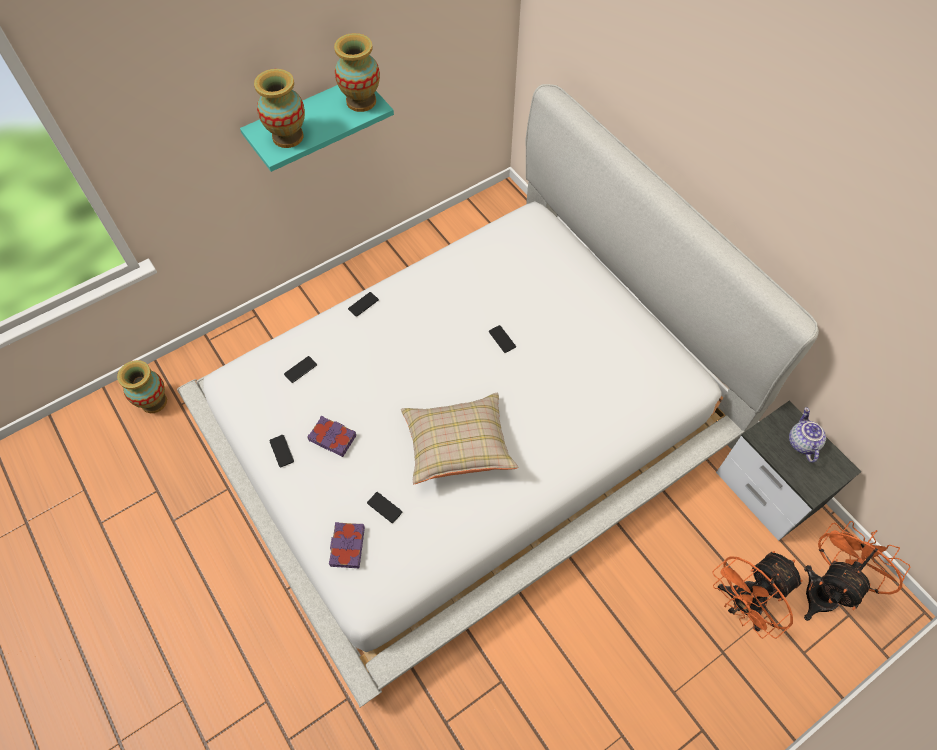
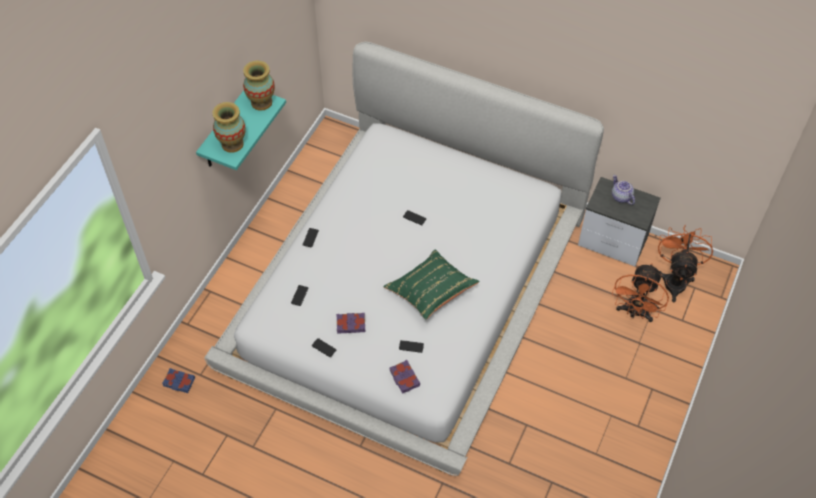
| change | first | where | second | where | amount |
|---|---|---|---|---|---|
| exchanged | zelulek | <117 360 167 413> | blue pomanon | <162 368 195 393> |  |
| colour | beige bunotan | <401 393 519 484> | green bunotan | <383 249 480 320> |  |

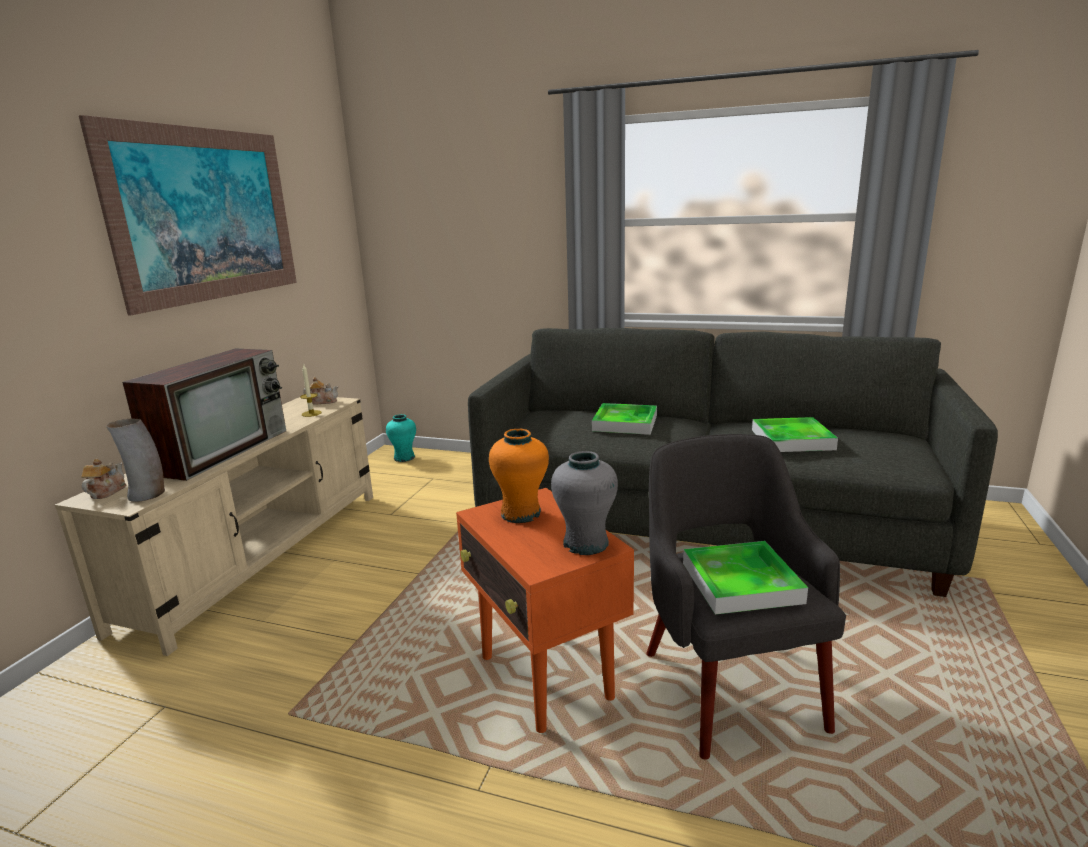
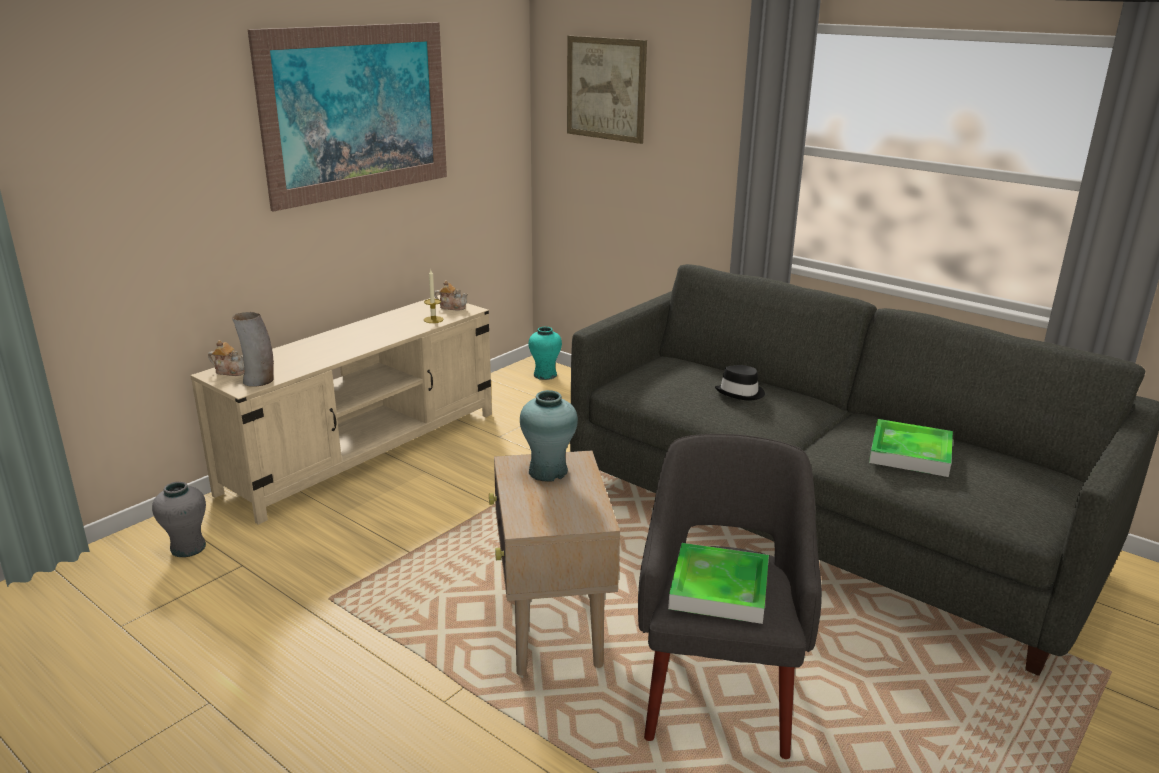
| change | first | where | second | where | amount |
|---|---|---|---|---|---|
| spun | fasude | <81 459 126 499> |  | <208 340 245 376> | 75 degrees clockwise |
| missing | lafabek | <122 349 286 481> |  |  |  |
| colour | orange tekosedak | <456 488 634 733> | beige tekosedak | <489 451 620 675> |  |
| colour | orange zelulek | <489 429 549 523> | turquoise zelulek | <520 390 578 482> |  |
| relocated | grey zelulek | <551 451 618 555> |  | <152 482 206 557> |  |
| exchanged | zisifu | <592 403 657 435> | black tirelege | <715 365 765 401> |  |
| appeared |  |  | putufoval | <567 36 647 144> |  |

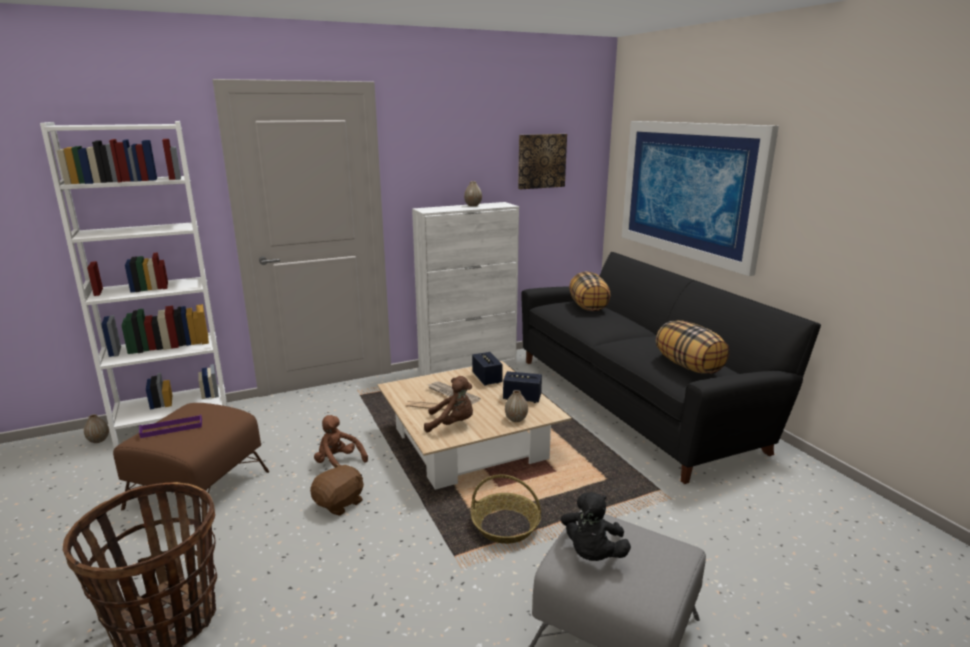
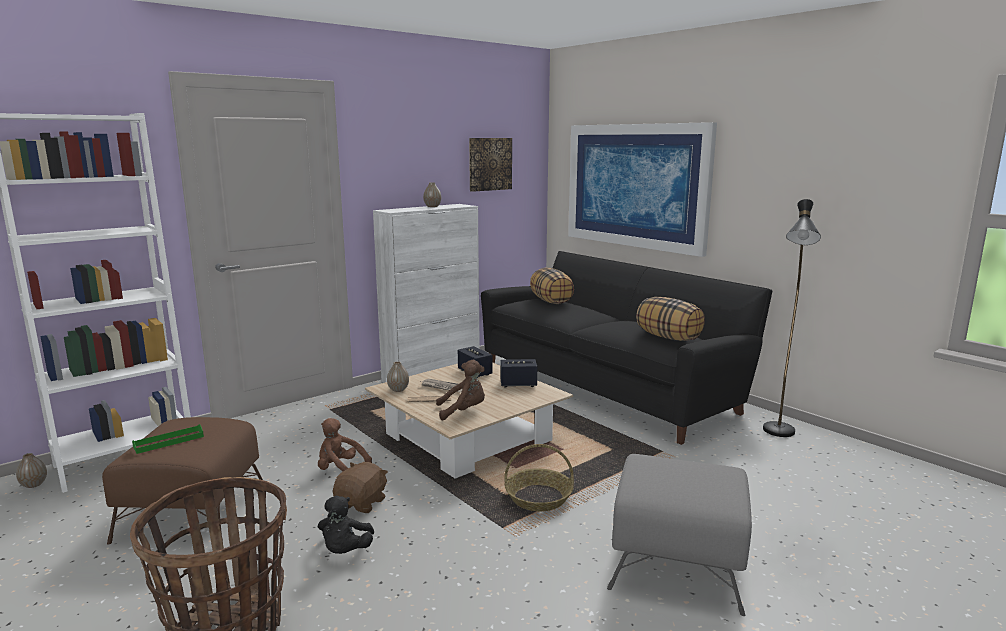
| change | first | where | second | where | amount |
|---|---|---|---|---|---|
| colour | purple zisifu | <139 415 202 438> | green zisifu | <132 424 204 454> |  |
| relocated | zelulek | <505 390 528 422> |  | <387 361 409 392> |  |
| relocated | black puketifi | <561 492 631 561> |  | <318 496 374 554> |  |
| appeared |  |  | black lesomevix | <763 199 821 437> |  |

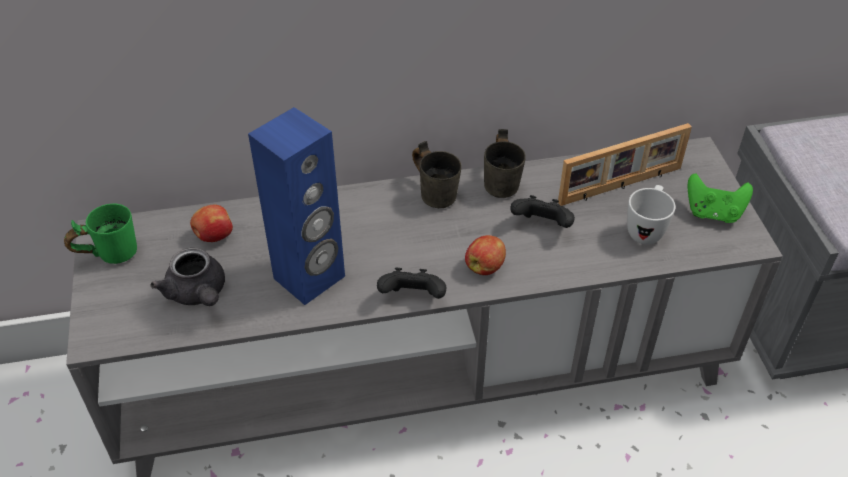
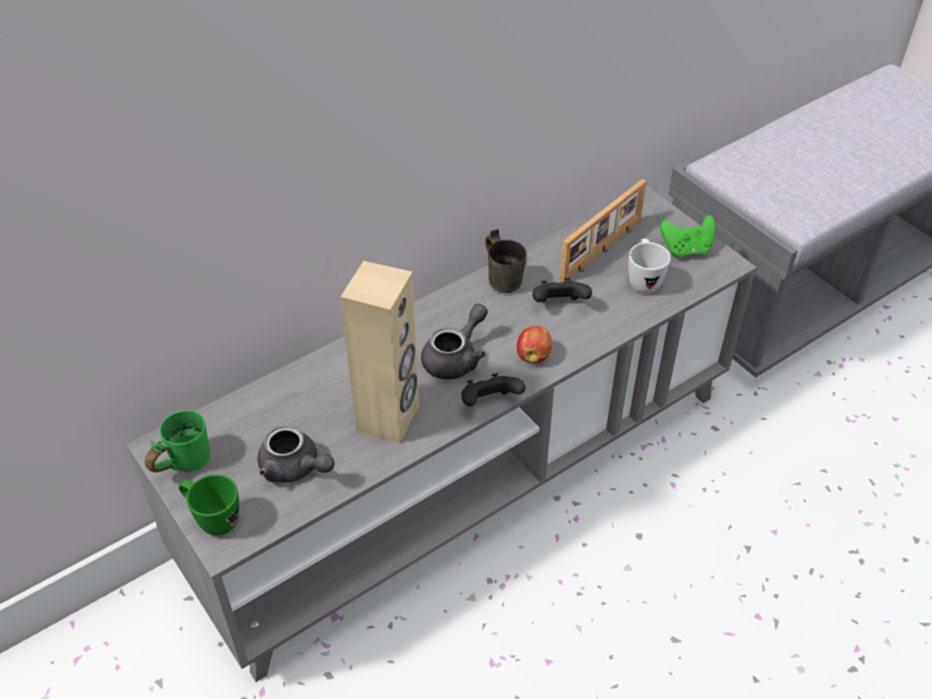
| change | first | where | second | where | amount |
|---|---|---|---|---|---|
| missing | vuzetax | <190 205 233 242> |  |  |  |
| colour | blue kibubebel | <248 107 345 305> | beige kibubebel | <340 261 419 443> |  |
| missing | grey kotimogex | <412 141 462 208> |  |  |  |
| appeared |  |  | green kotimogex | <179 474 239 536> |  |
| appeared |  |  | grey fasude | <421 304 488 380> |  |

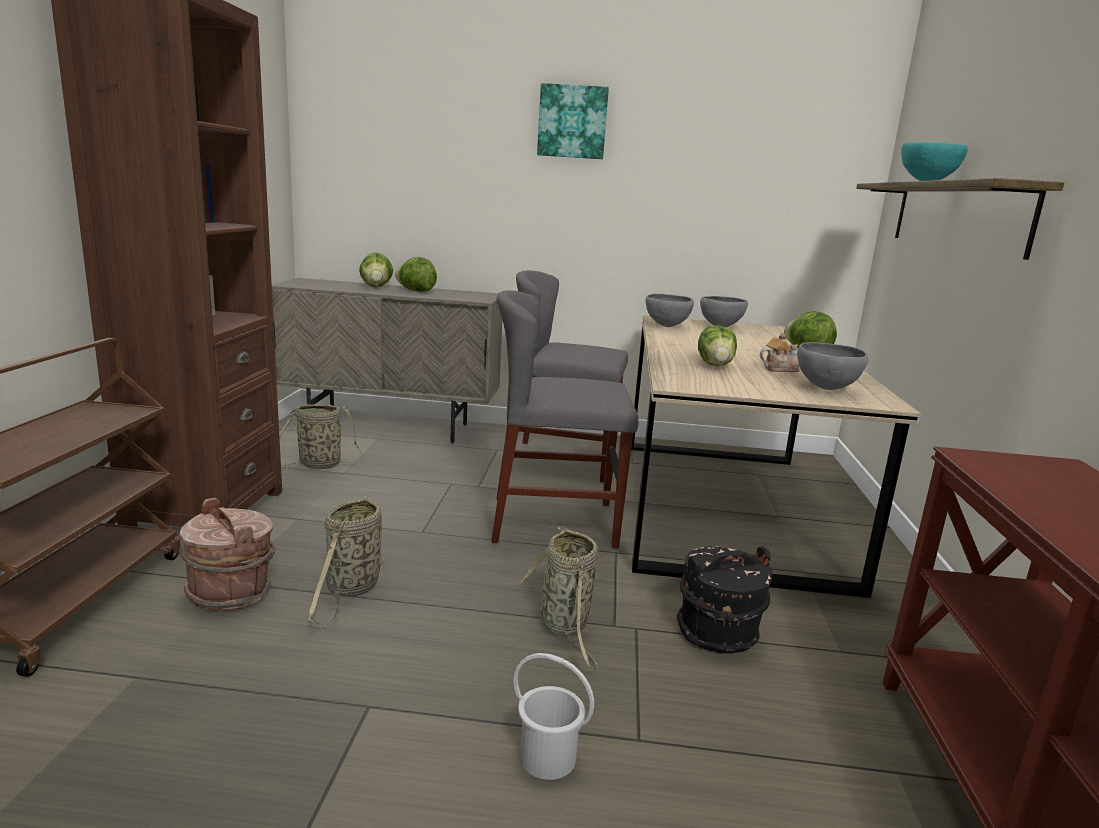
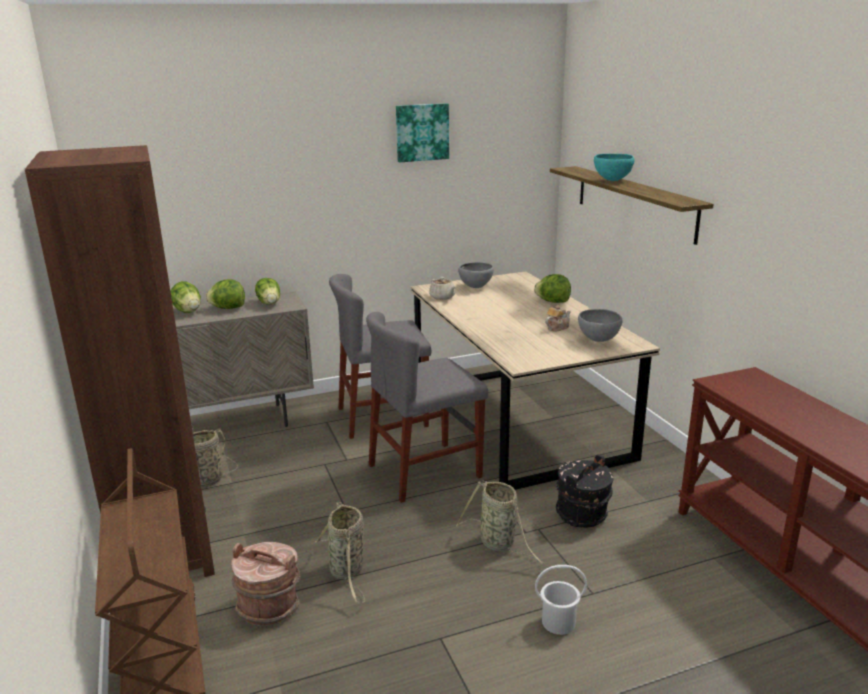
| change | first | where | second | where | amount |
|---|---|---|---|---|---|
| relocated | putufoval | <537 83 609 159> |  | <396 103 449 162> |  |
| exchanged | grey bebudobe | <645 294 694 327> | beige fasude | <429 277 456 300> |  |
| relocated | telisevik | <698 325 737 366> |  | <255 278 280 305> |  |

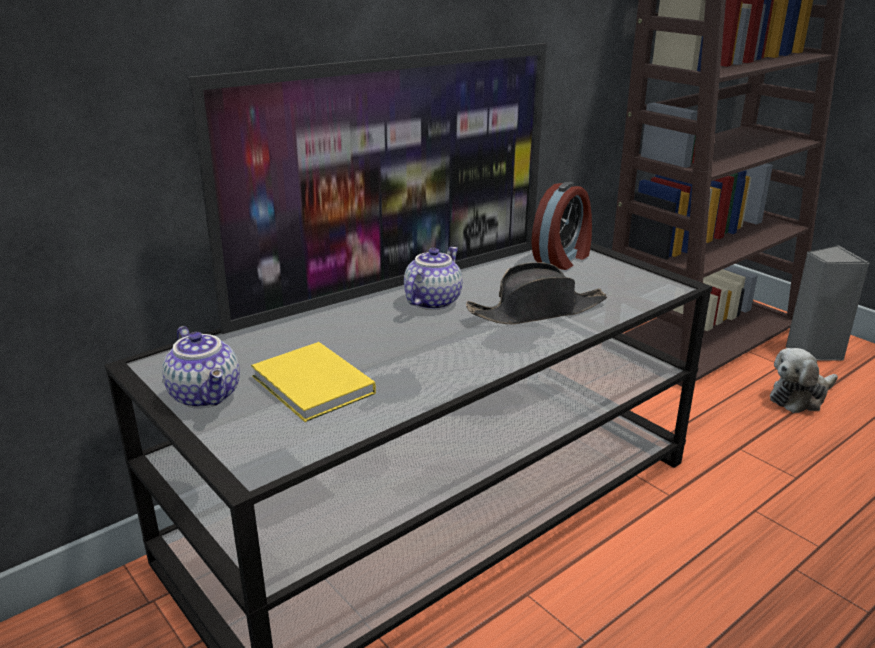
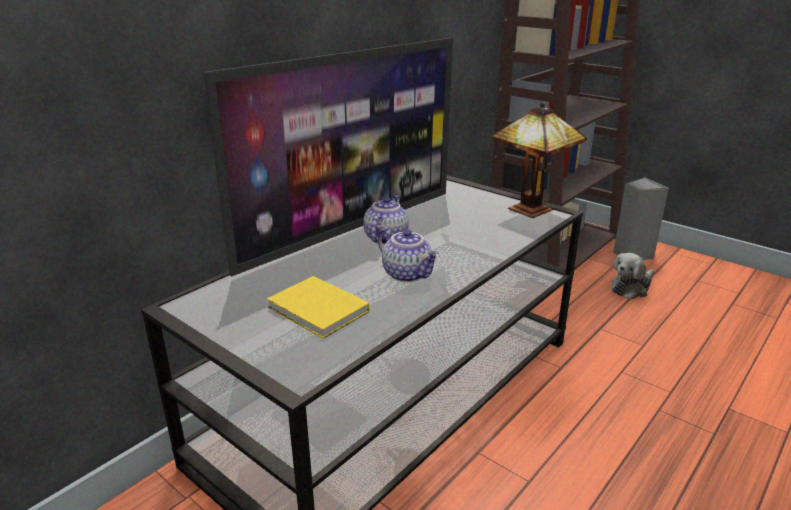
| change | first | where | second | where | amount |
|---|---|---|---|---|---|
| relocated | fasude | <162 326 240 409> |  | <378 228 440 283> |  |
| missing | black tirelege | <466 262 607 324> |  |  |  |
| missing | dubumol | <531 182 592 270> |  |  |  |
| appeared |  |  | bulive | <491 103 587 218> |  |

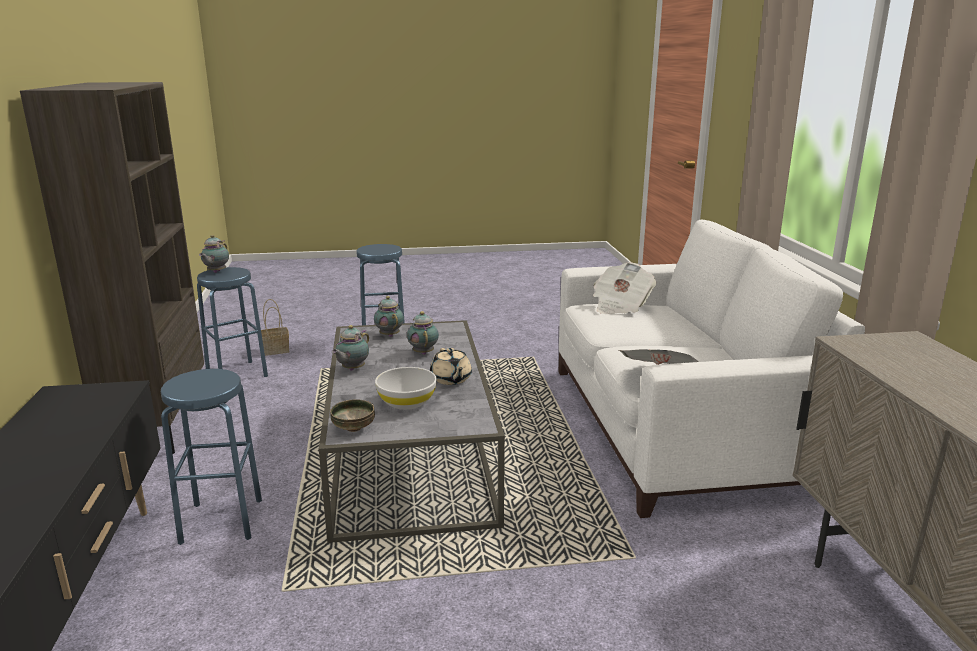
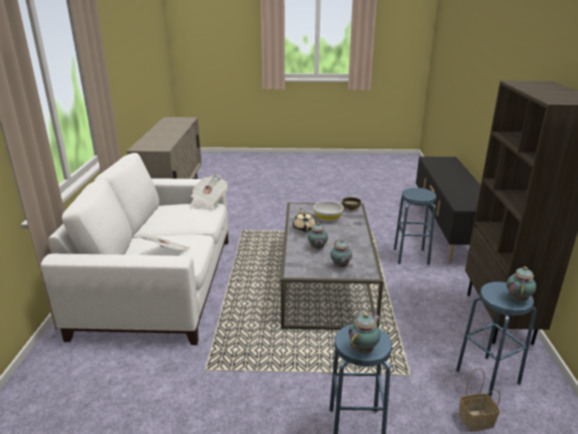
| change | first | where | second | where | amount |
|---|---|---|---|---|---|
| relocated | fasude | <332 325 369 371> |  | <349 313 380 353> |  |

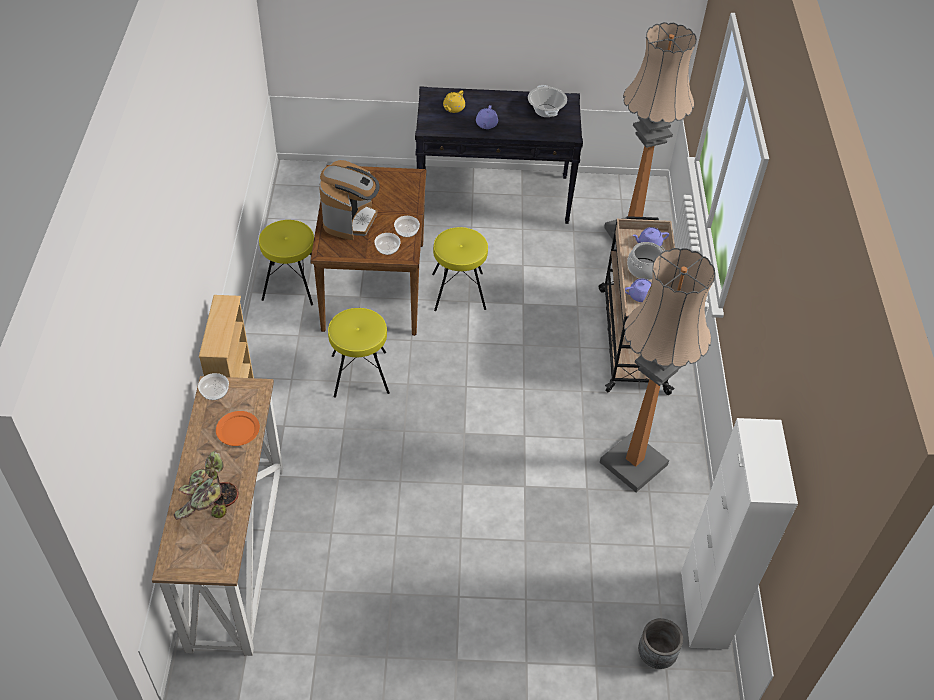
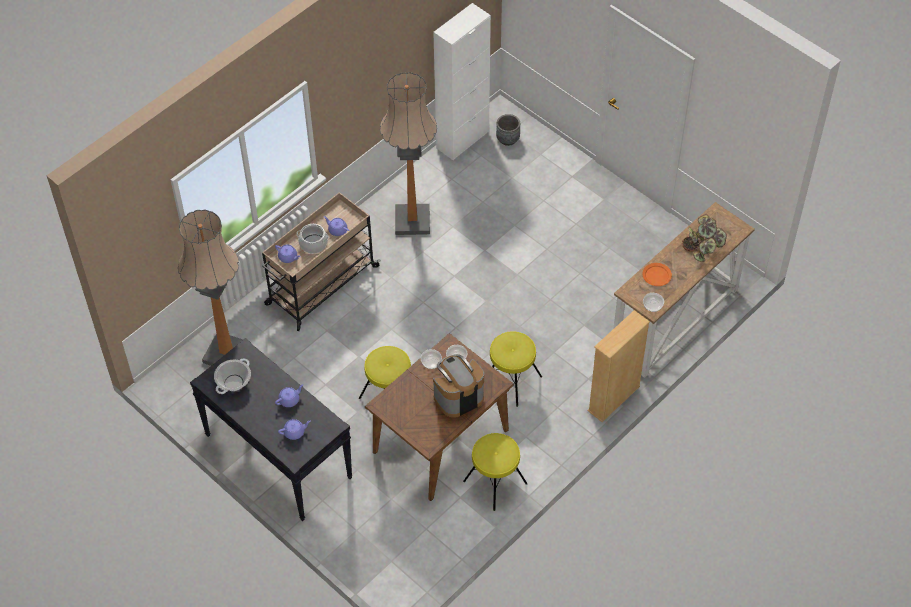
| change | first | where | second | where | amount |
|---|---|---|---|---|---|
| colour | yellow fasude | <443 90 465 113> | purple fasude | <278 419 311 440> |  |

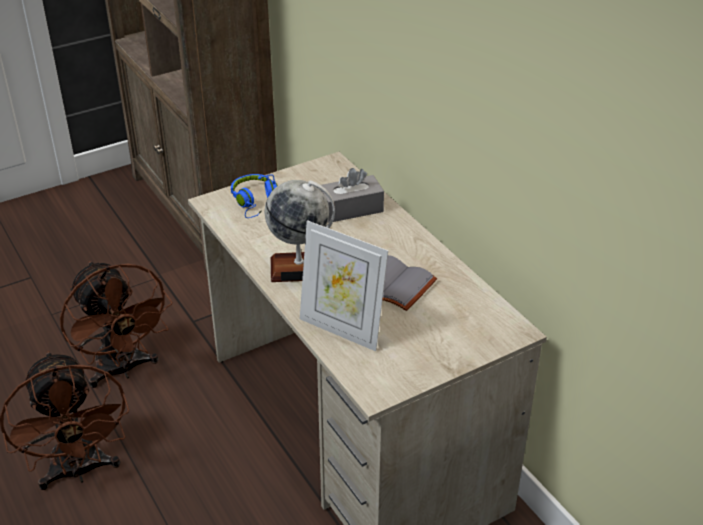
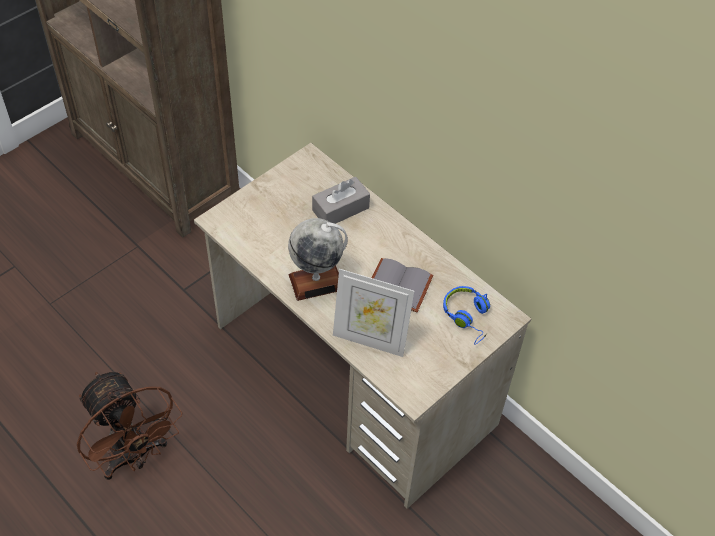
| change | first | where | second | where | amount |
|---|---|---|---|---|---|
| missing | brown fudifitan | <60 261 173 388> |  |  |  |
| relocated | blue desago | <231 174 278 218> |  | <443 286 490 344> |  |

